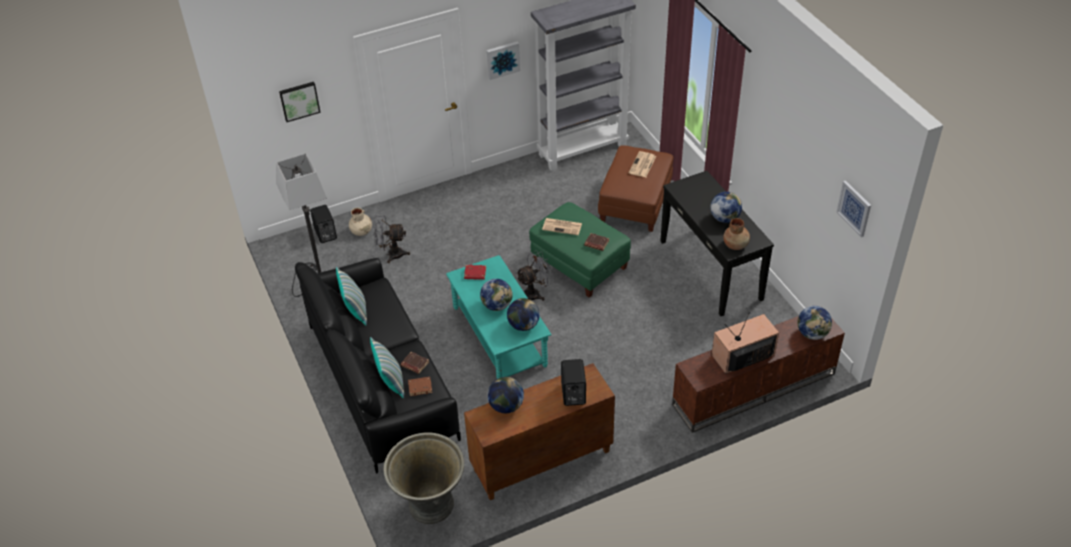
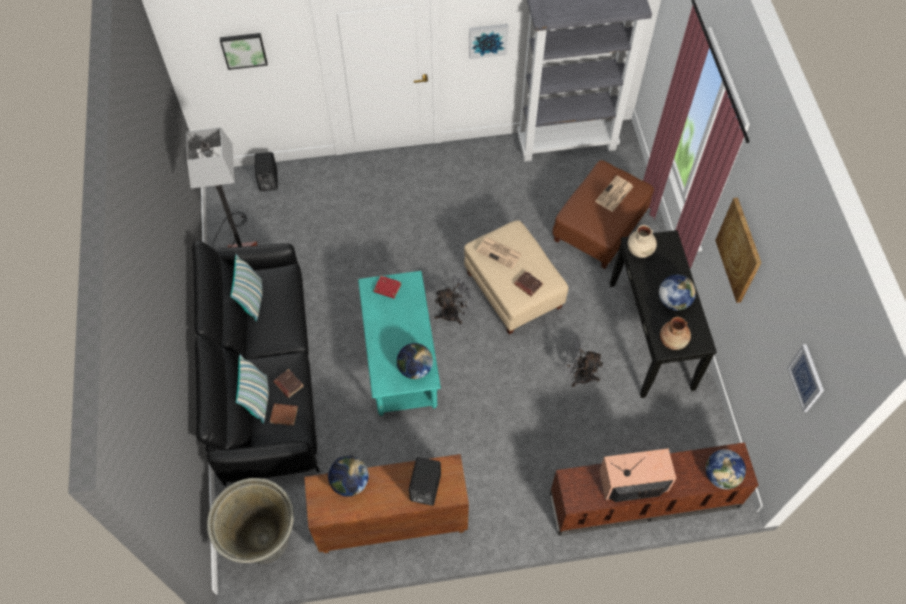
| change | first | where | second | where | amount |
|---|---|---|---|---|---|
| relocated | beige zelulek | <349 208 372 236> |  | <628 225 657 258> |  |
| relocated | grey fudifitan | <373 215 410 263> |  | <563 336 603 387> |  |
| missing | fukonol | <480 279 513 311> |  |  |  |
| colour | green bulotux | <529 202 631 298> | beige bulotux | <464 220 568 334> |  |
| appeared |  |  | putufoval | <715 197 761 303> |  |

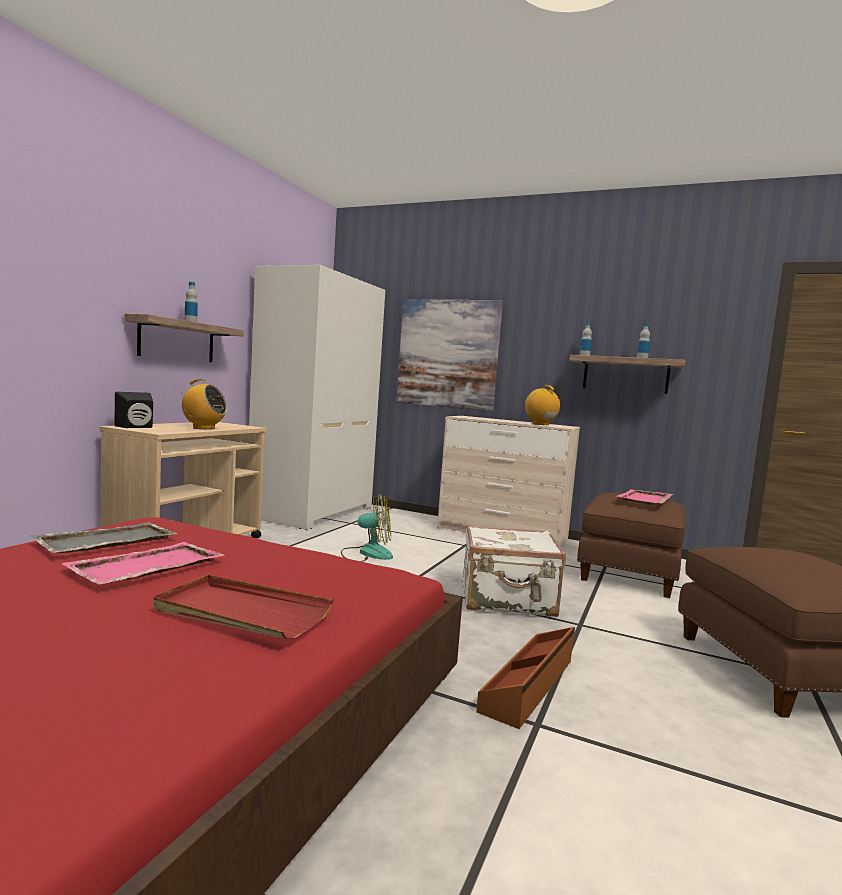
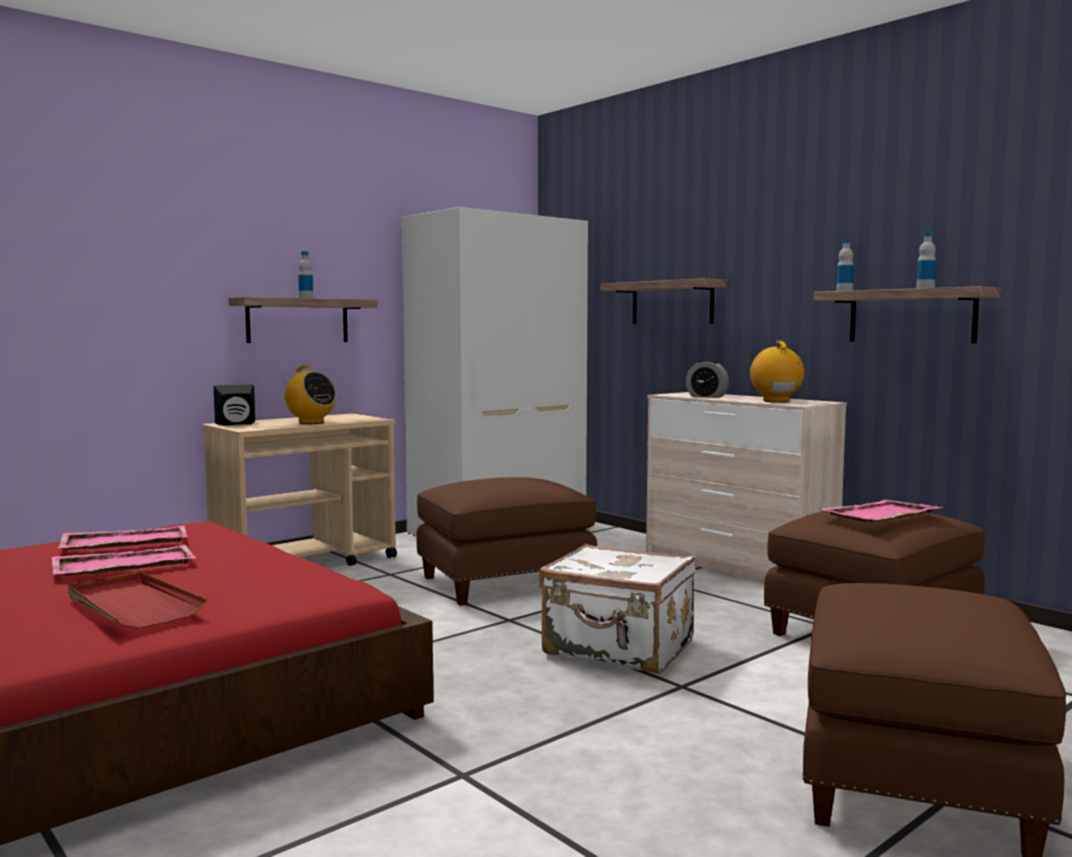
| change | first | where | second | where | amount |
|---|---|---|---|---|---|
| colour | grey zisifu | <31 522 177 553> | pink zisifu | <58 526 188 550> |  |
| exchanged | fudifitan | <341 493 393 562> | brown bulotux | <417 477 597 606> |  |
| exchanged | putufoval | <396 299 503 411> | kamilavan | <601 278 727 324> |  |
| missing | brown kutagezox | <476 627 575 729> |  |  |  |
| appeared |  |  | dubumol | <686 359 729 398> |  |

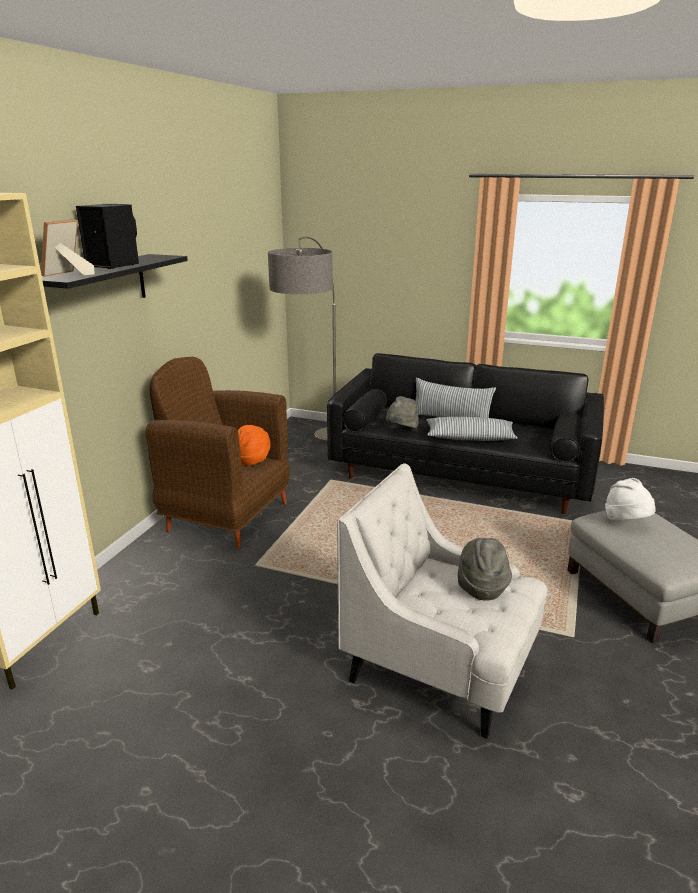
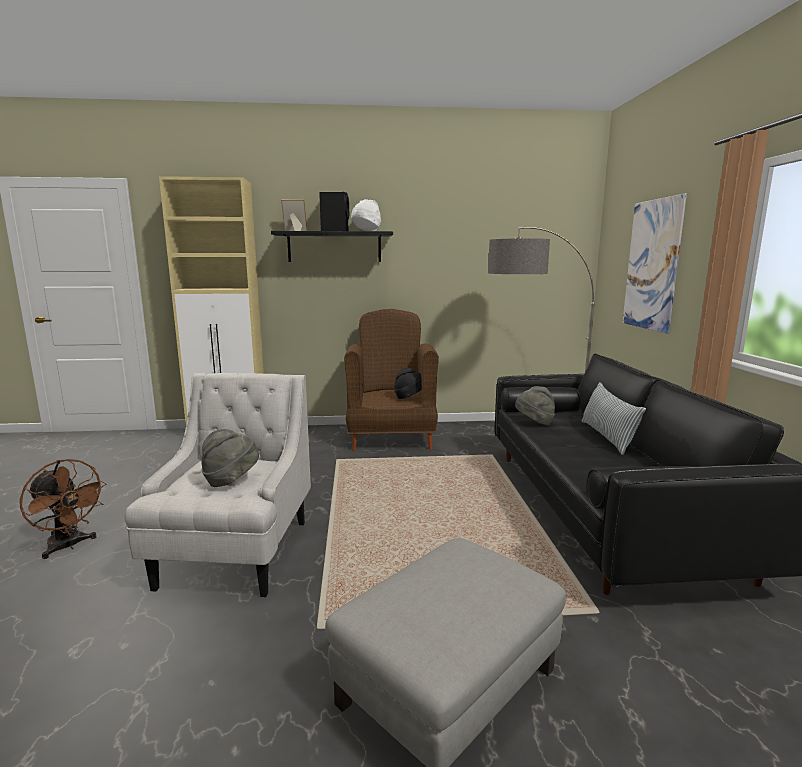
| change | first | where | second | where | amount |
|---|---|---|---|---|---|
| colour | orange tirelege | <238 425 271 466> | black tirelege | <394 368 422 399> |  |
| missing | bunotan | <427 417 518 441> |  |  |  |
| relocated | white tirelege | <605 478 656 520> |  | <351 199 381 231> |  |
| appeared |  |  | brown fudifitan | <20 459 106 559> |  |
| appeared |  |  | putufoval | <623 193 687 334> |  |

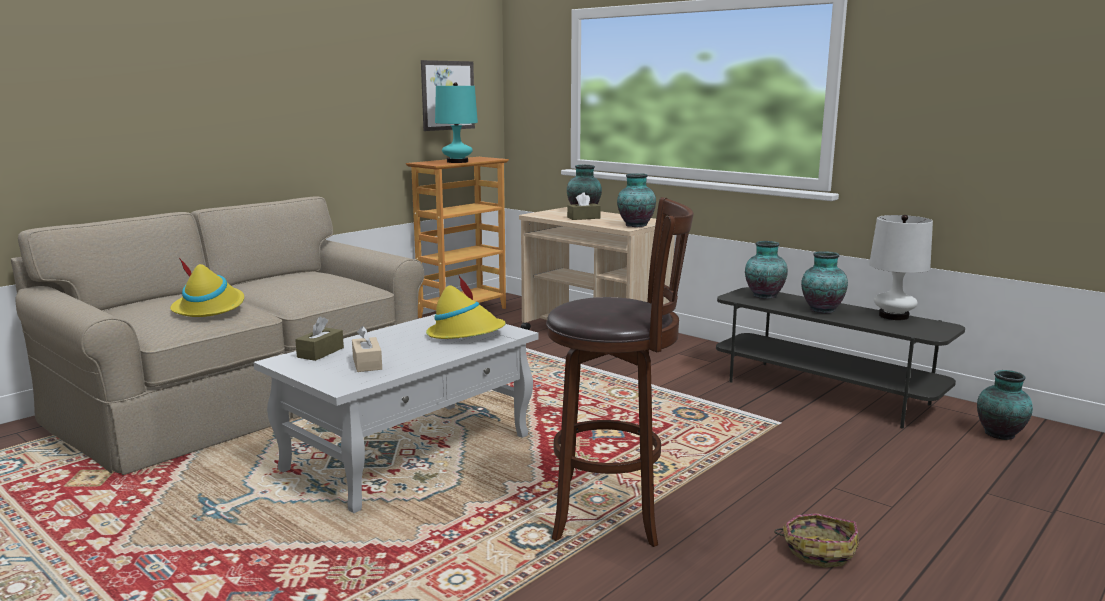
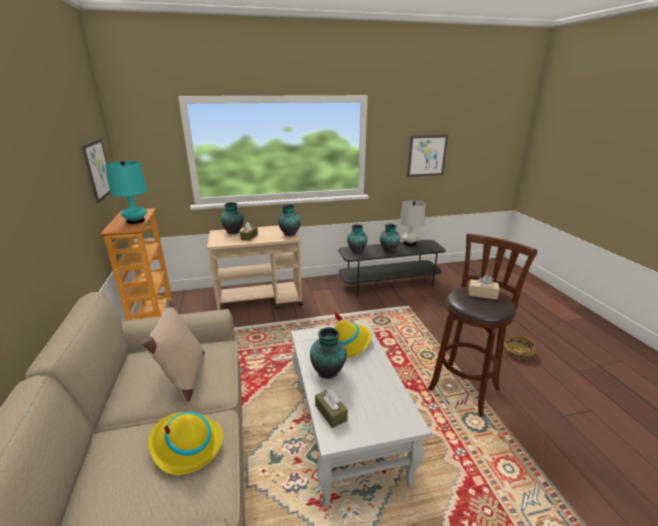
| change | first | where | second | where | amount |
|---|---|---|---|---|---|
| relocated | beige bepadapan | <352 326 382 372> |  | <469 274 500 300> |  |
| relocated | zelulek | <977 370 1033 440> |  | <310 327 347 379> |  |
| appeared |  |  | beige bunotan | <142 299 205 402> |  |
| appeared |  |  | putufoval | <407 135 448 177> |  |

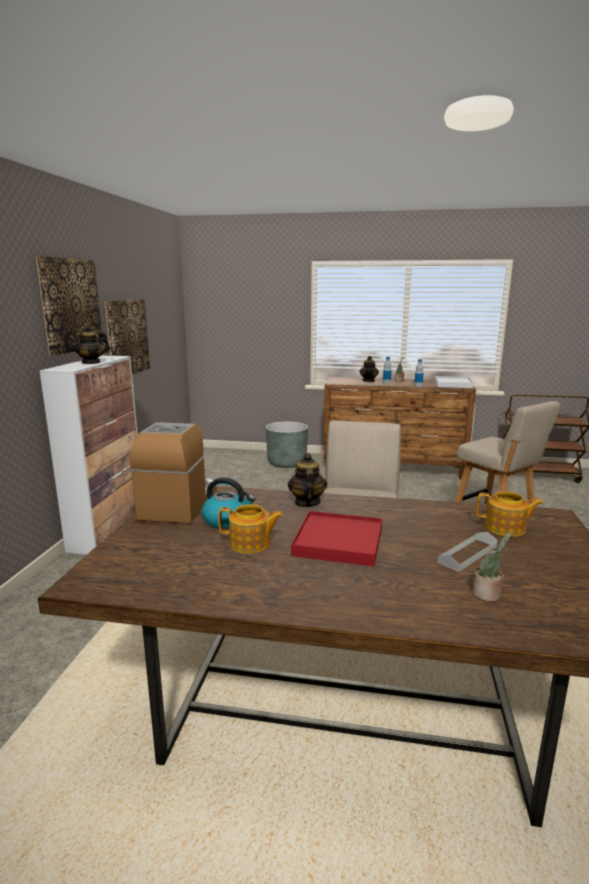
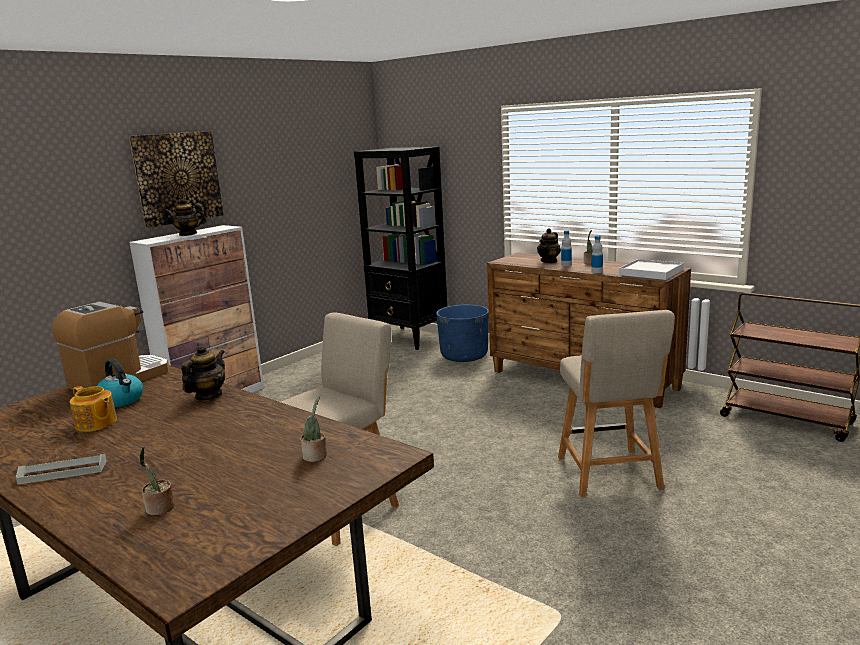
| change | first | where | second | where | amount |
|---|---|---|---|---|---|
| missing | putufoval | <105 299 150 374> |  |  |  |
| colour | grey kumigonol | <266 421 308 468> | blue kumigonol | <436 305 489 362> |  |
| missing | red zisifu | <291 511 382 567> |  |  |  |
| relocated | grey zisifu | <438 532 498 572> |  | <16 454 107 484> |  |
| exchanged | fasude | <476 491 543 537> | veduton | <300 396 327 462> |  |
| appeared |  |  | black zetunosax | <354 147 447 350> |  |

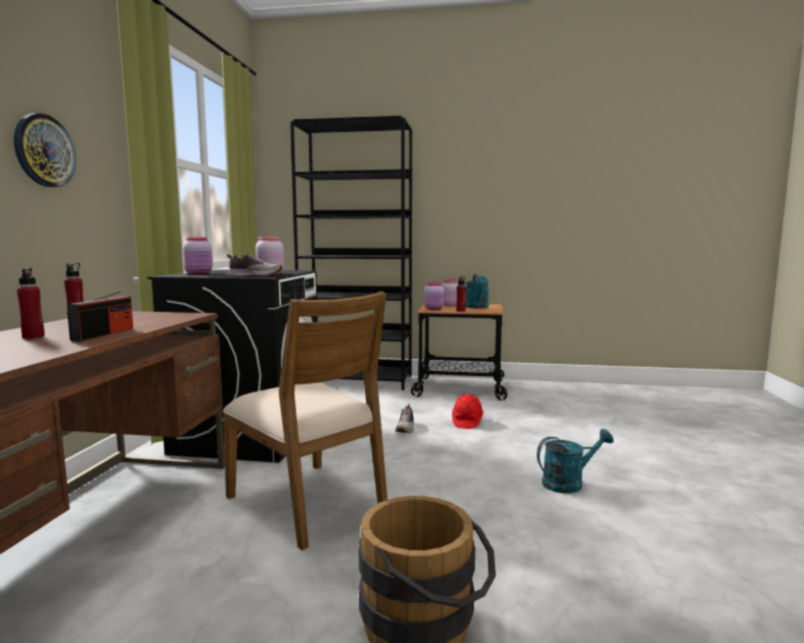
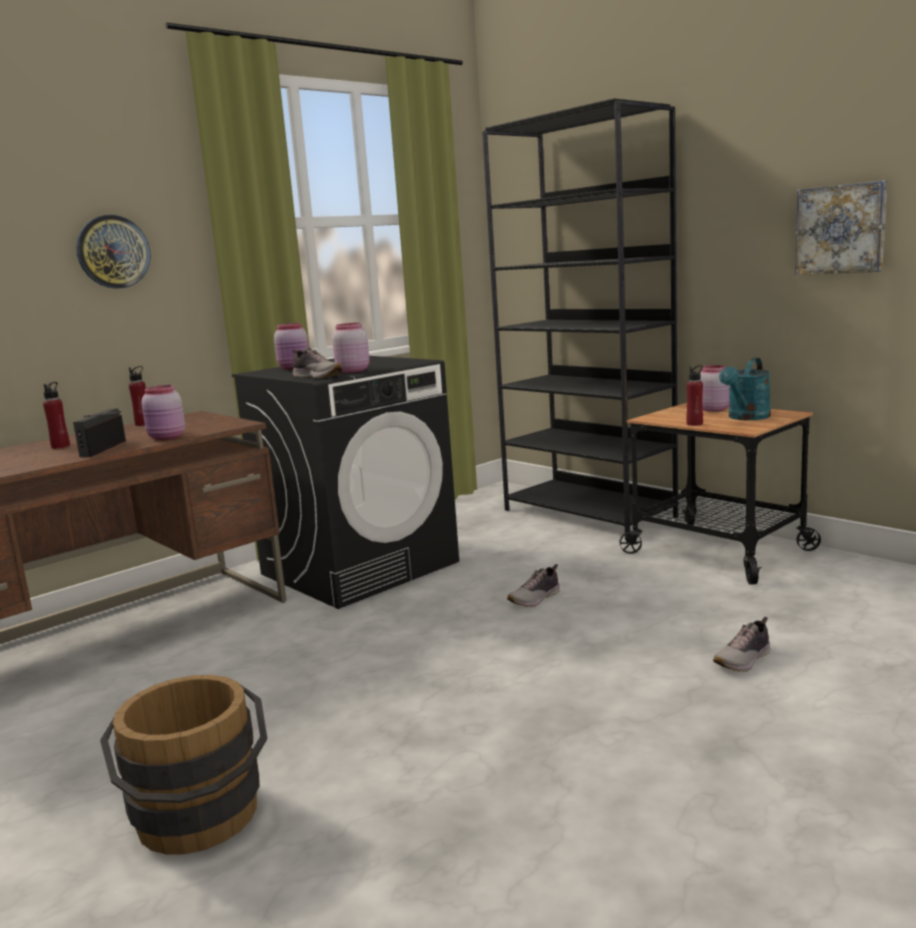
| change | first | where | second | where | amount |
|---|---|---|---|---|---|
| spun | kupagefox | <67 291 133 341> |  | <73 408 126 457> | 135 degrees clockwise |
| missing | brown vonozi | <222 291 387 550> |  |  |  |
| relocated | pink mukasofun | <424 282 444 310> |  | <141 385 185 440> |  |
| missing | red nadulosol | <452 394 484 429> |  |  |  |
| missing | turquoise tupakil | <537 429 614 493> |  |  |  |
| appeared |  |  | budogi | <713 617 770 672> |  |
| appeared |  |  | putufoval | <795 181 887 275> |  |

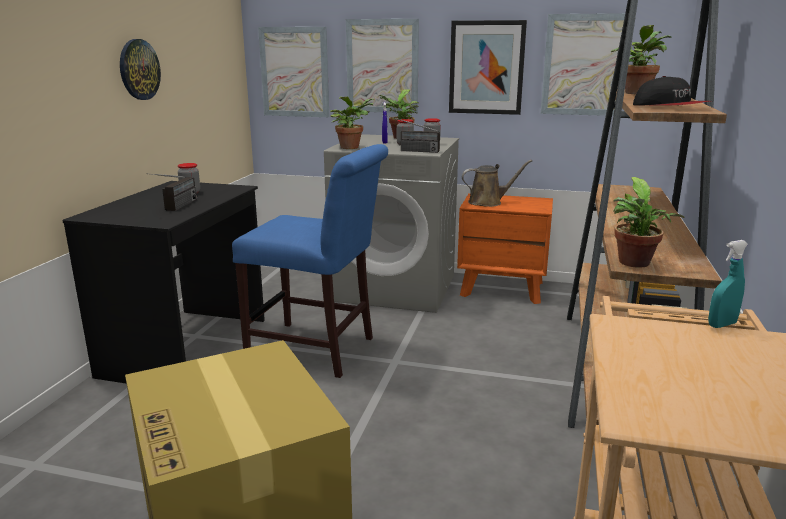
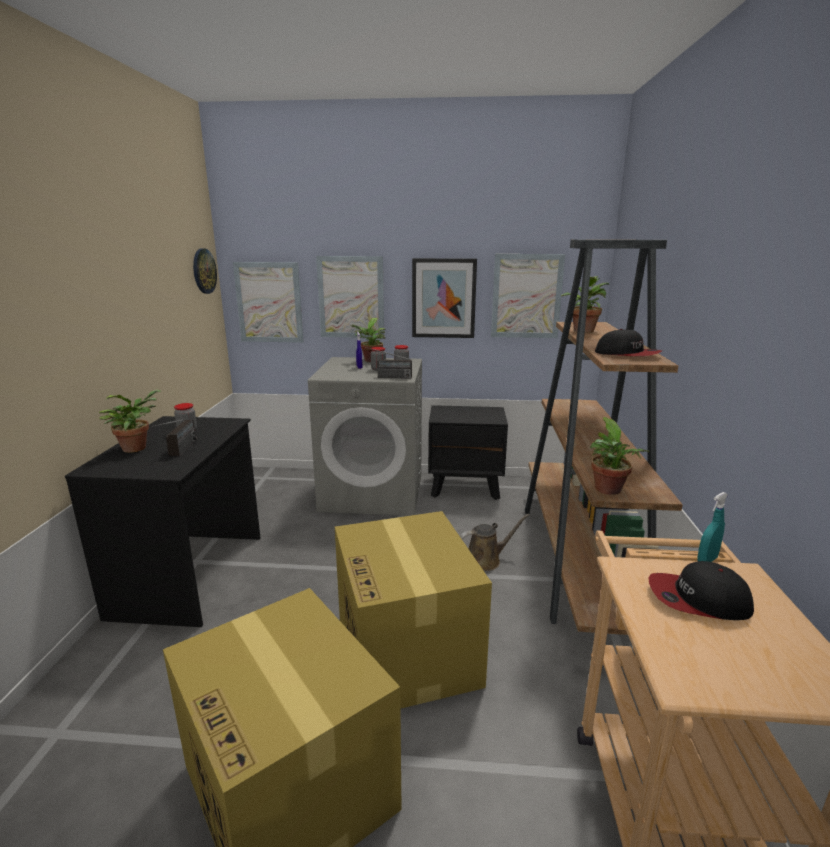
| change | first | where | second | where | amount |
|---|---|---|---|---|---|
| relocated | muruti | <120 39 161 100> |  | <193 249 217 294> |  |
| missing | blue vonozi | <232 144 388 378> |  |  |  |
| relocated | veduton | <330 97 374 149> |  | <99 390 161 453> |  |
| colour | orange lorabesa | <457 193 553 304> | black lorabesa | <428 405 508 500> |  |
| relocated | brown tupakil | <462 160 532 207> |  | <460 514 530 571> |  |
| appeared |  |  | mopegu | <335 511 492 709> |  |
| appeared |  |  | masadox | <648 561 754 620> |  |

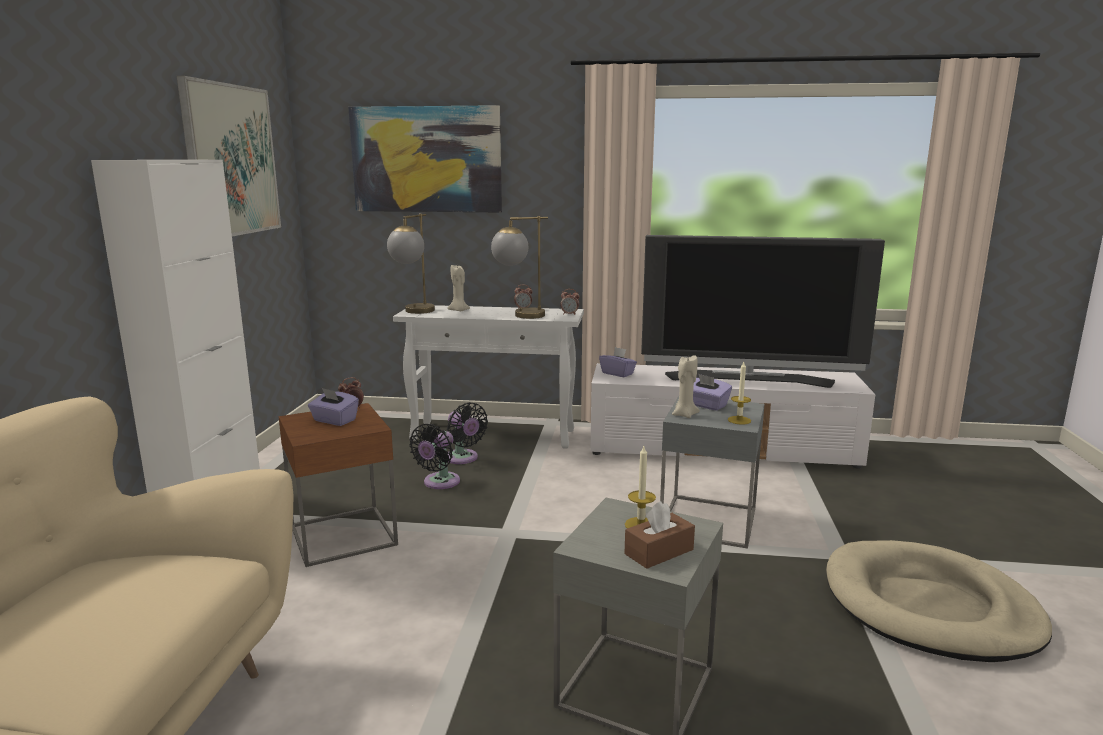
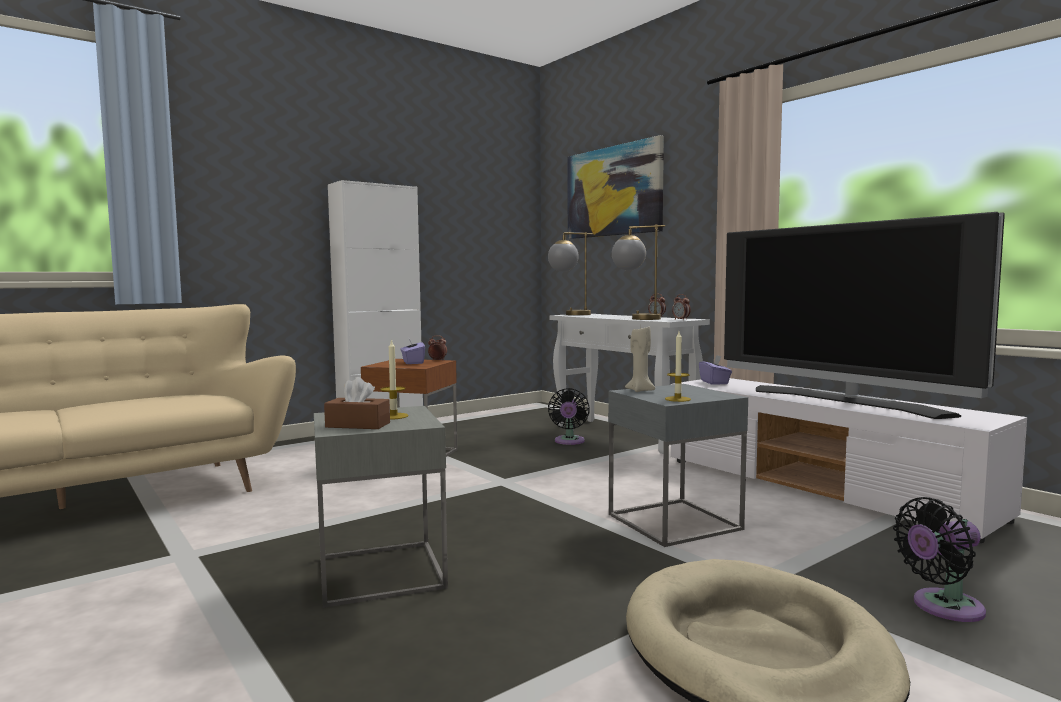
| change | first | where | second | where | amount |
|---|---|---|---|---|---|
| missing | putufoval | <177 76 281 236> |  |  |  |
| relocated | black fudifitan | <409 424 460 489> |  | <893 497 986 622> |  |
| missing | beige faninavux | <448 264 470 311> |  |  |  |
| missing | purple bepadapan | <693 374 732 411> |  |  |  |

